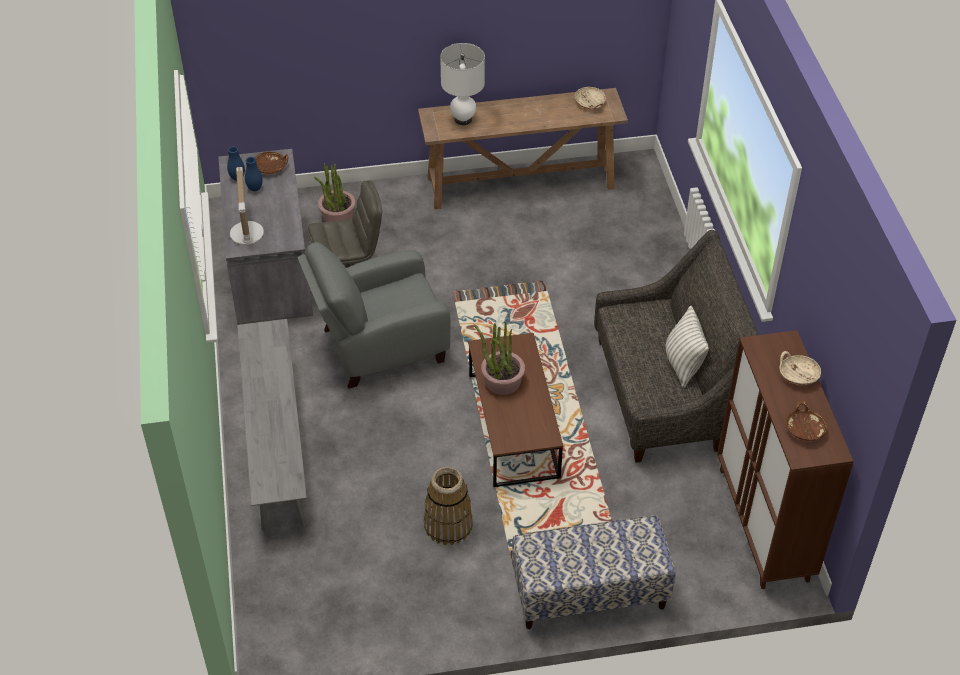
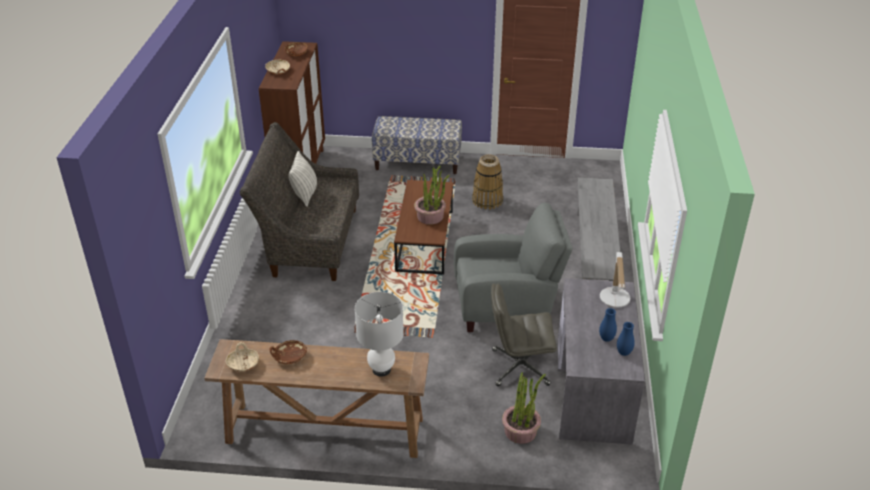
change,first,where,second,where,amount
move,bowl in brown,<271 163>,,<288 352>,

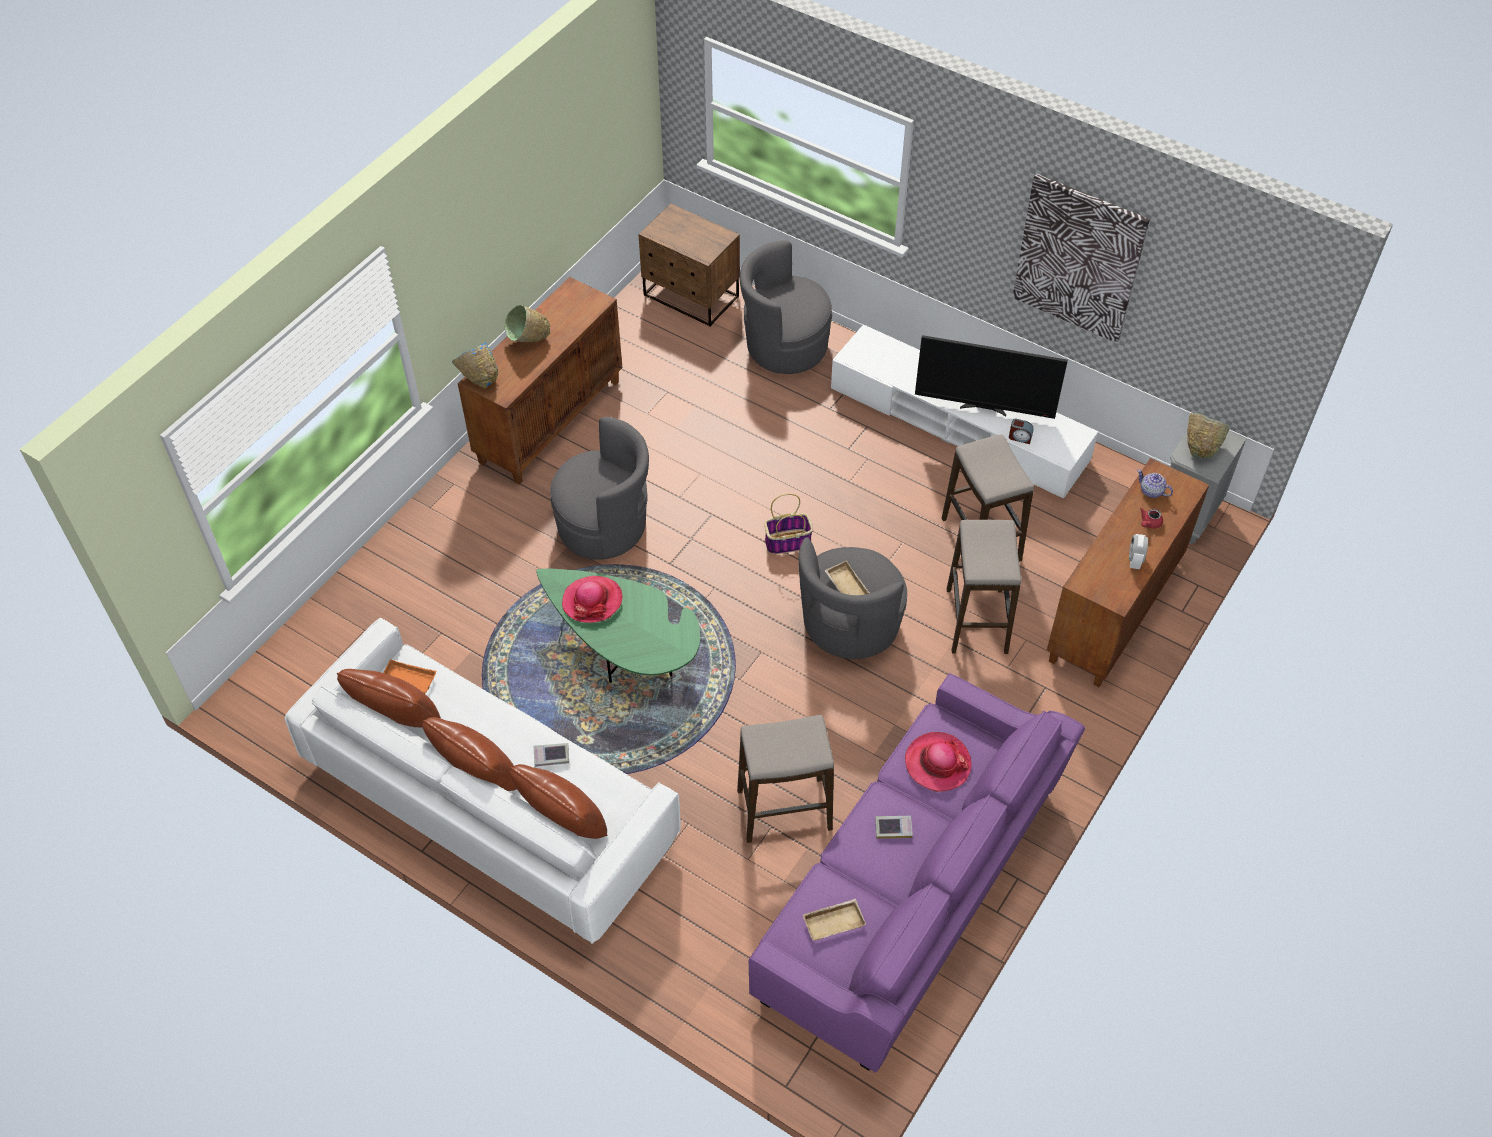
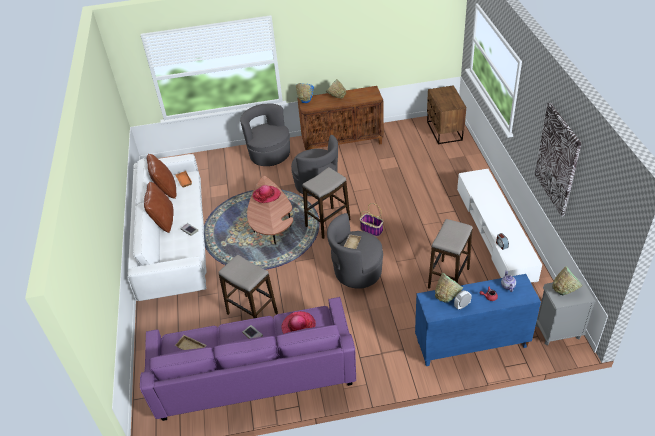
change,first,where,second,where,amount
move,armchair in grey,<786 307>,,<265 135>,
recolor,coffee table in green,<618 626>,coffee table in brown,<270 210>,
move,stool,<984 587>,,<326 203>,
recolor,cabinet in brown,<1128 572>,cabinet in blue,<478 320>,
insert,,,bowl in green,<449 288>,
delete,pillow in brown,<559 801>,,,
delete,television,<991 377>,,,

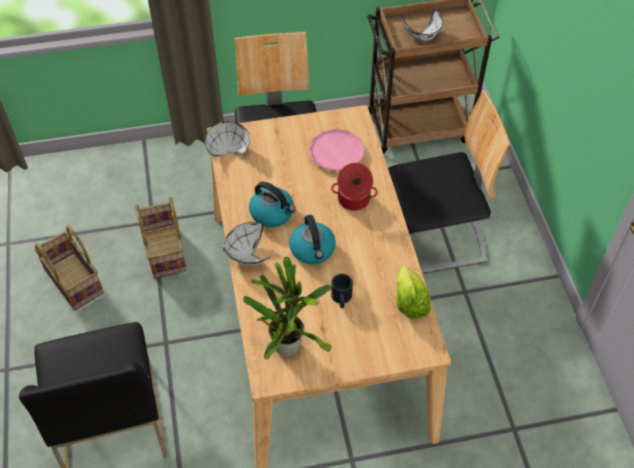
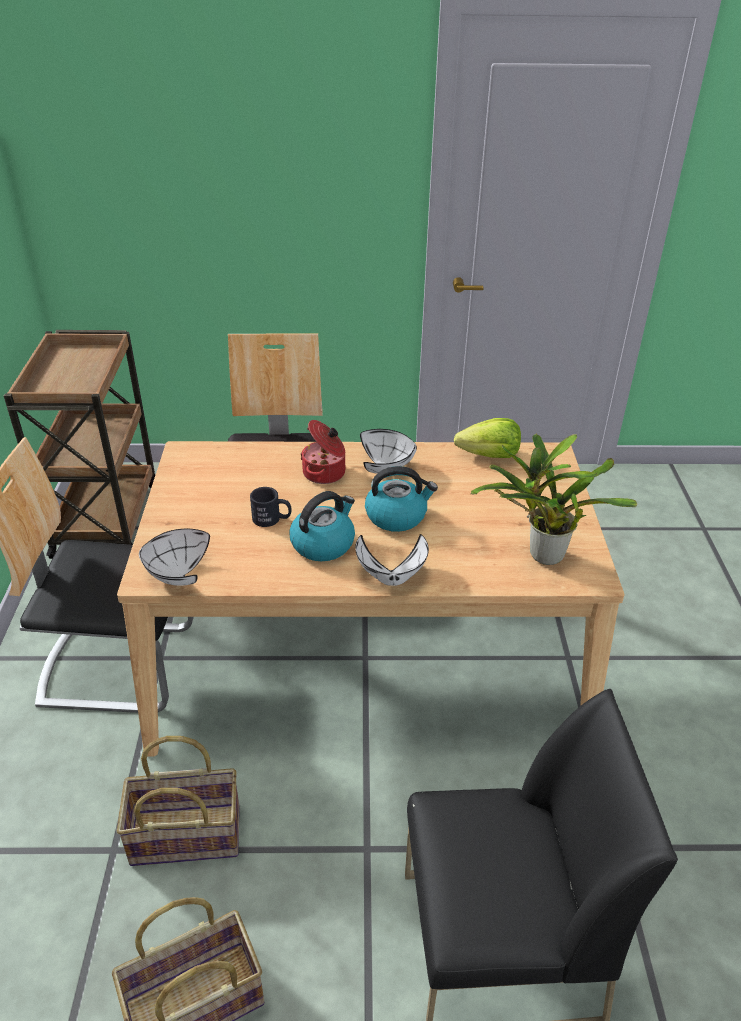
change,first,where,second,where,amount
move,mug in black,<342 291>,,<270 507>,
move,bowl in white,<422 25>,,<388 451>,
delete,plate in pink,<337 150>,,,

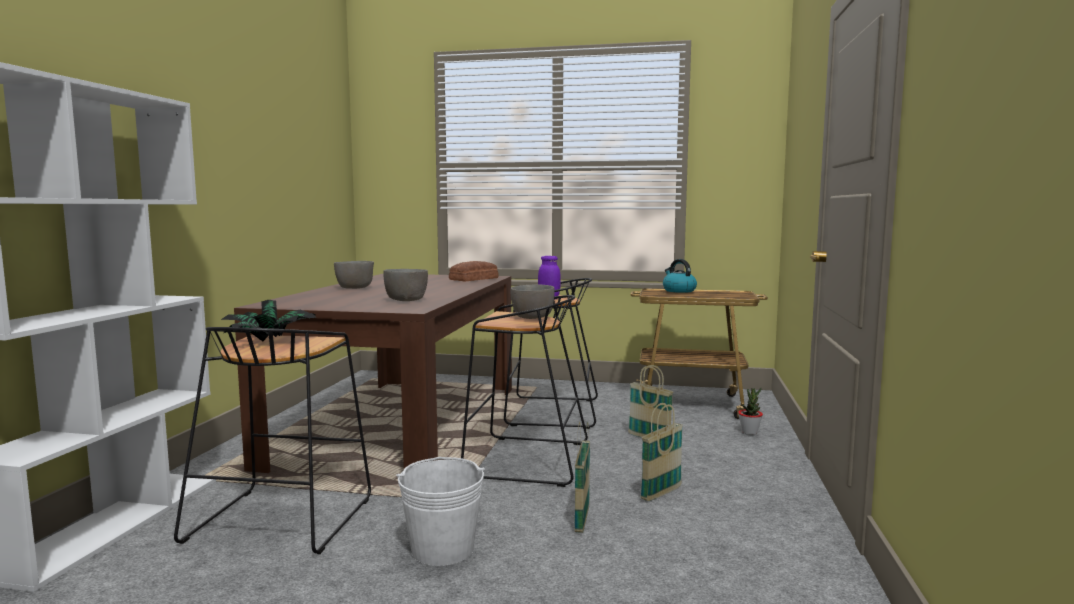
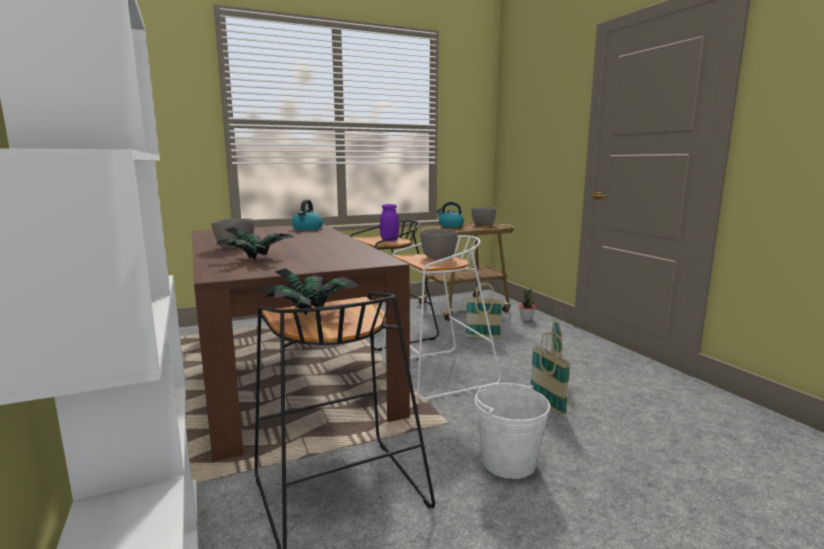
change,first,where,second,where,amount
insert,,,potted plant,<255 243>,
replace,bread,<474 271>,kettle,<307 215>,
recolor,stool in black,<524 391>,stool in white,<441 318>,
move,bowl in grey,<405 285>,,<484 216>,

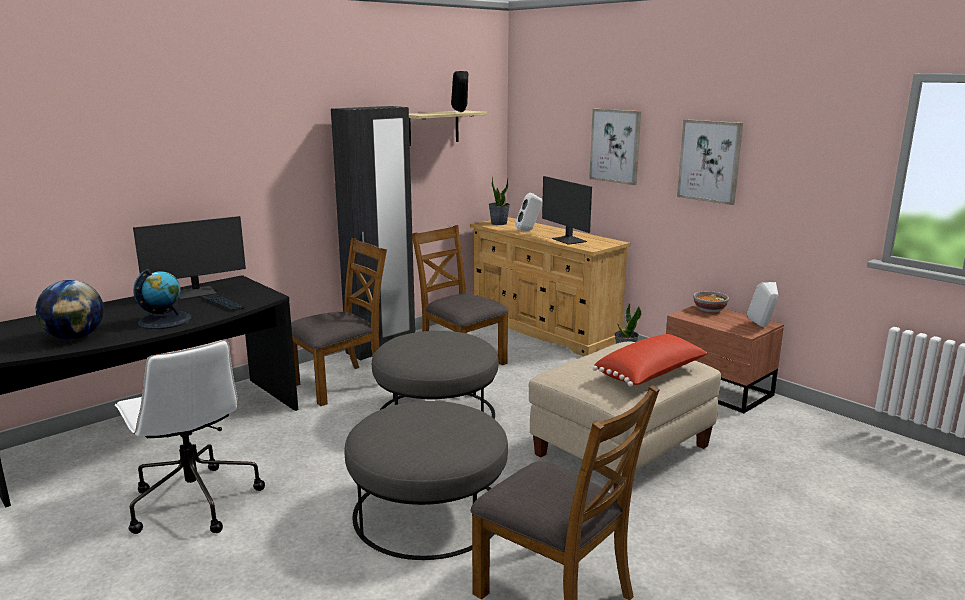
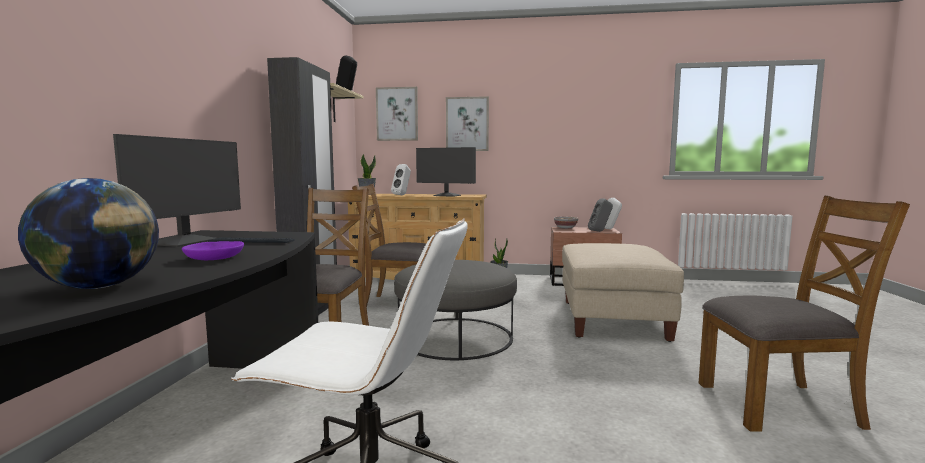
change,first,where,second,where,amount
replace,globe,<162 299>,bowl in purple,<213 250>,
move,picture,<710 162>,,<397 114>,
insert,,,speaker in grey,<600 215>,
delete,ottoman in grey,<426 480>,,,
delete,pillow in red,<650 360>,,,

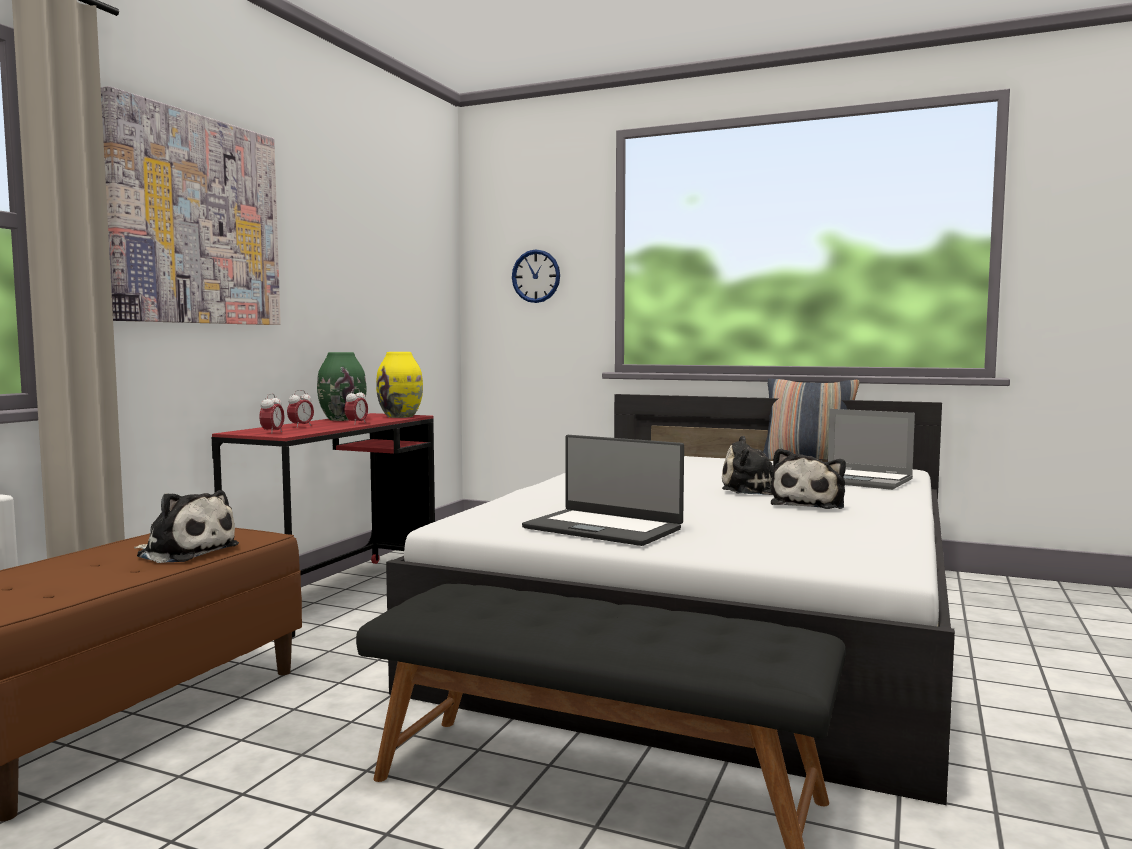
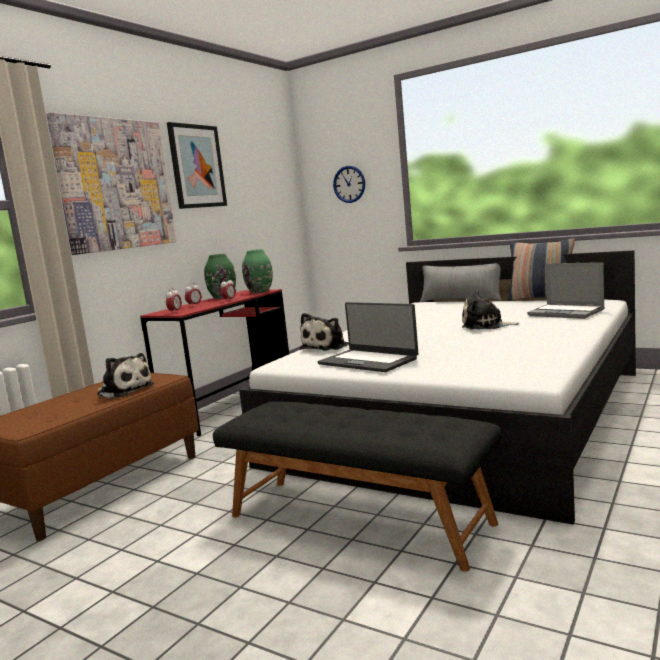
change,first,where,second,where,amount
insert,,,picture,<197 165>,
recolor,vase in yellow,<399 385>,vase in green,<257 271>,
move,plush toy,<808 478>,,<324 332>,
insert,,,pillow in grey,<460 282>,

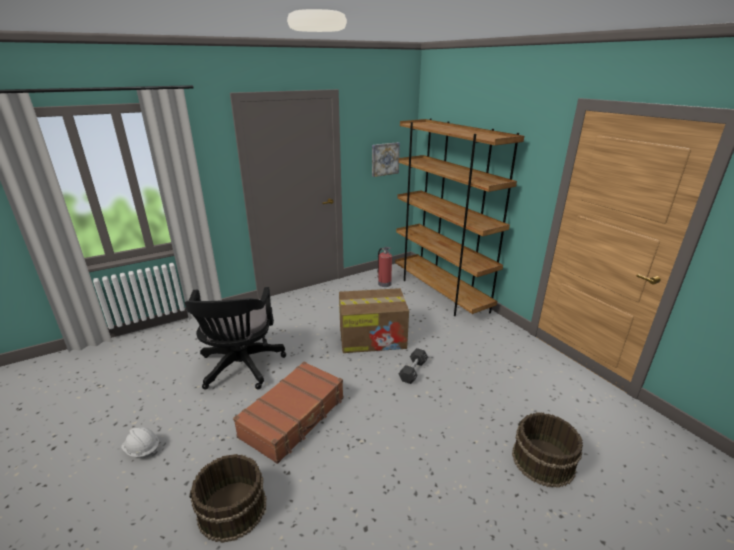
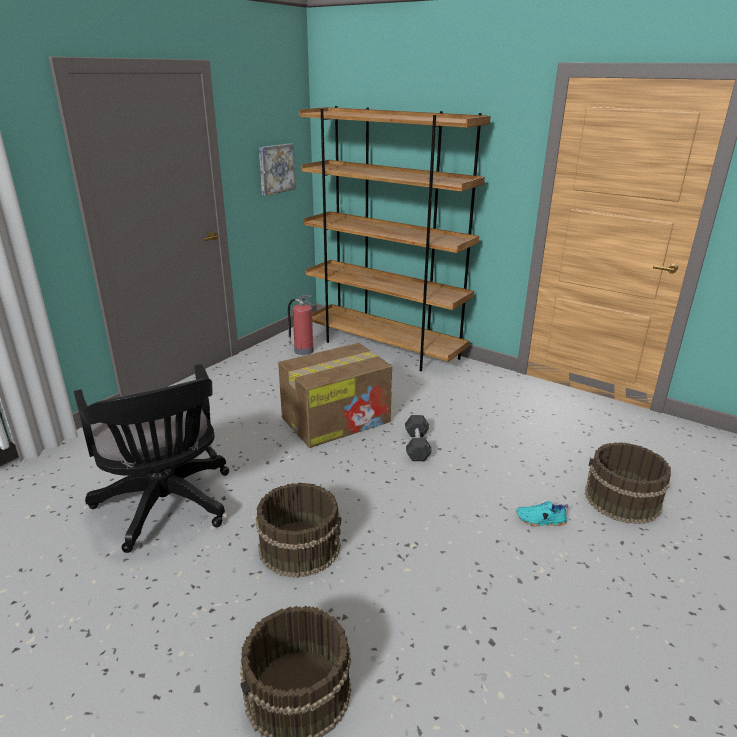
change,first,where,second,where,amount
replace,suitcase in brown,<288 412>,bucket in brown,<298 530>,
insert,,,shoe in turquoise,<542 513>,
delete,hard hat in white,<140 442>,,,

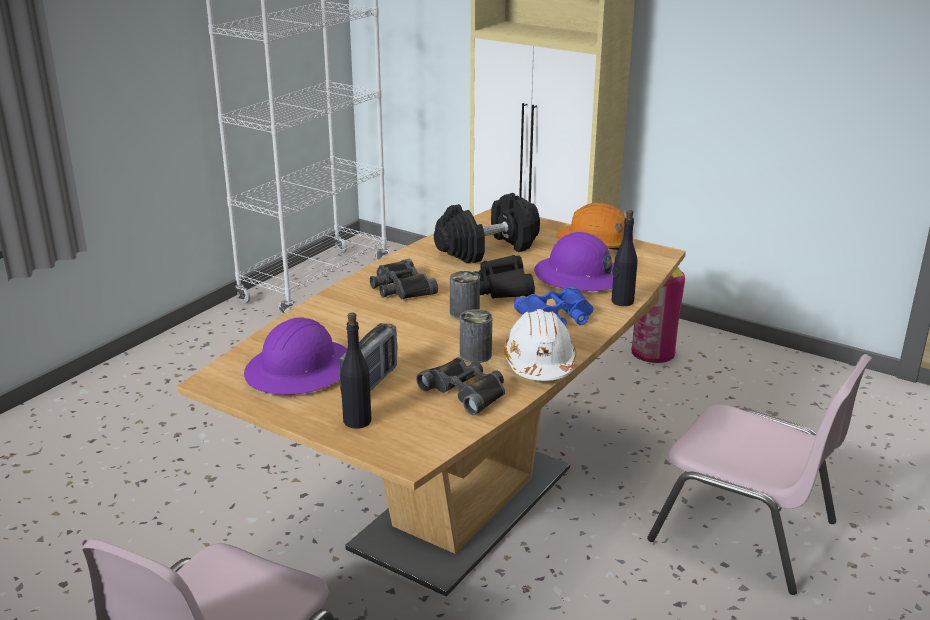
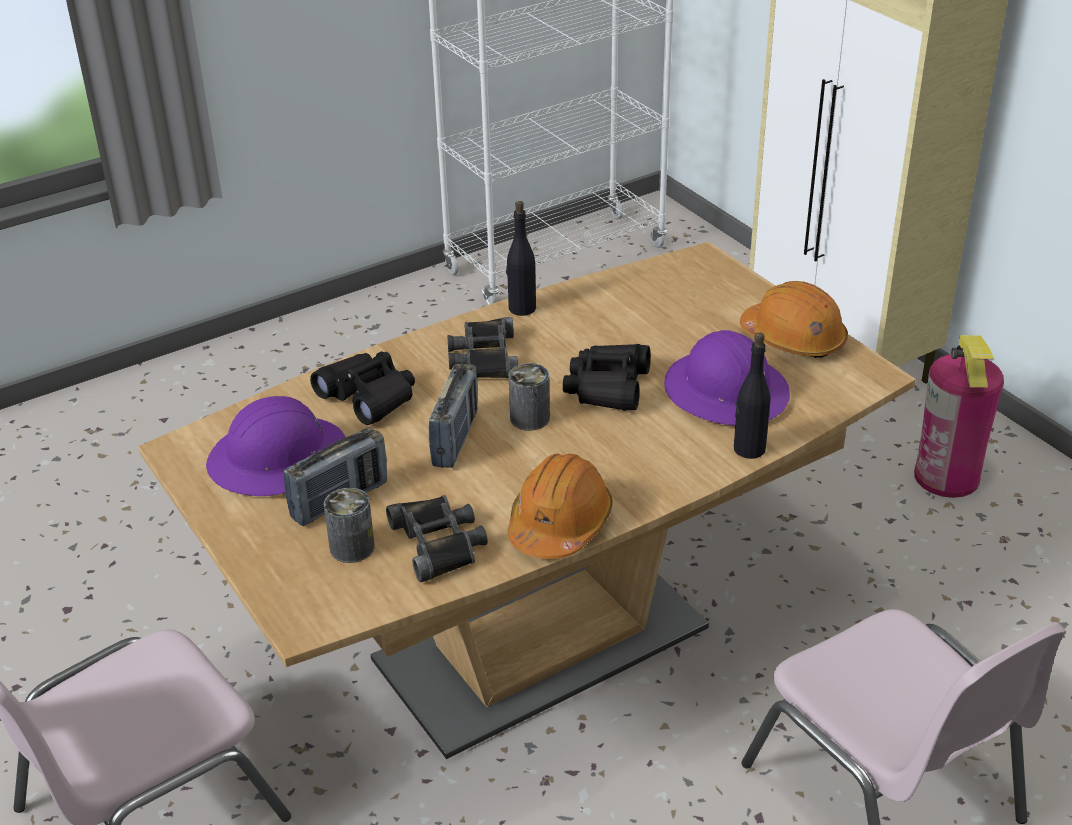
change,first,where,second,where,amount
insert,,,binoculars in black,<362 388>,
move,can,<476 336>,,<349 525>,
insert,,,radio,<453 416>,
move,bottle in black,<355 370>,,<521 258>,
recolor,hard hat in white,<540 345>,hard hat in orange,<560 506>,
delete,dumbbell in black,<487 228>,,,
delete,binoculars in blue,<554 306>,,,

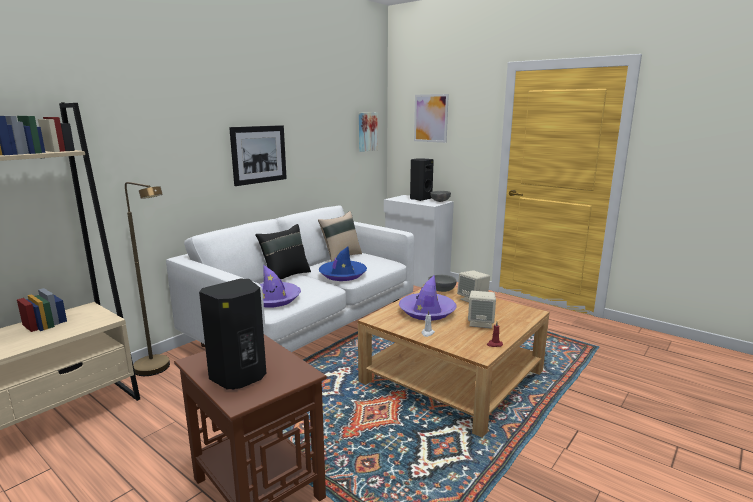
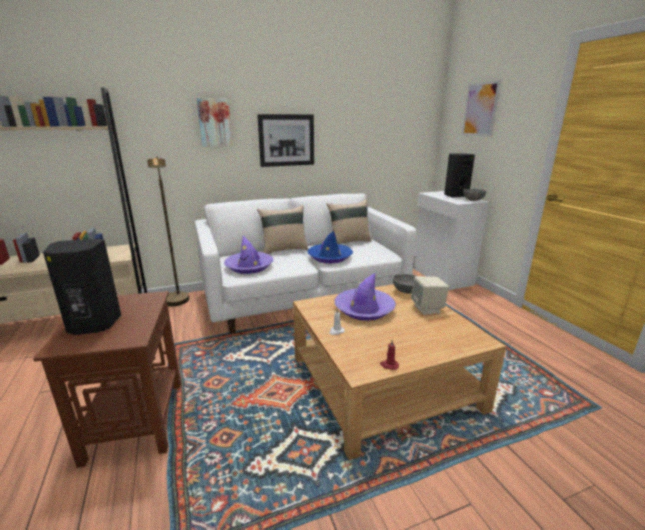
change,first,where,second,where,amount
move,picture,<368 132>,,<214 122>,
recolor,pillow in black,<283 251>,pillow in beige,<282 229>,
delete,speaker in beige,<482 309>,,,

